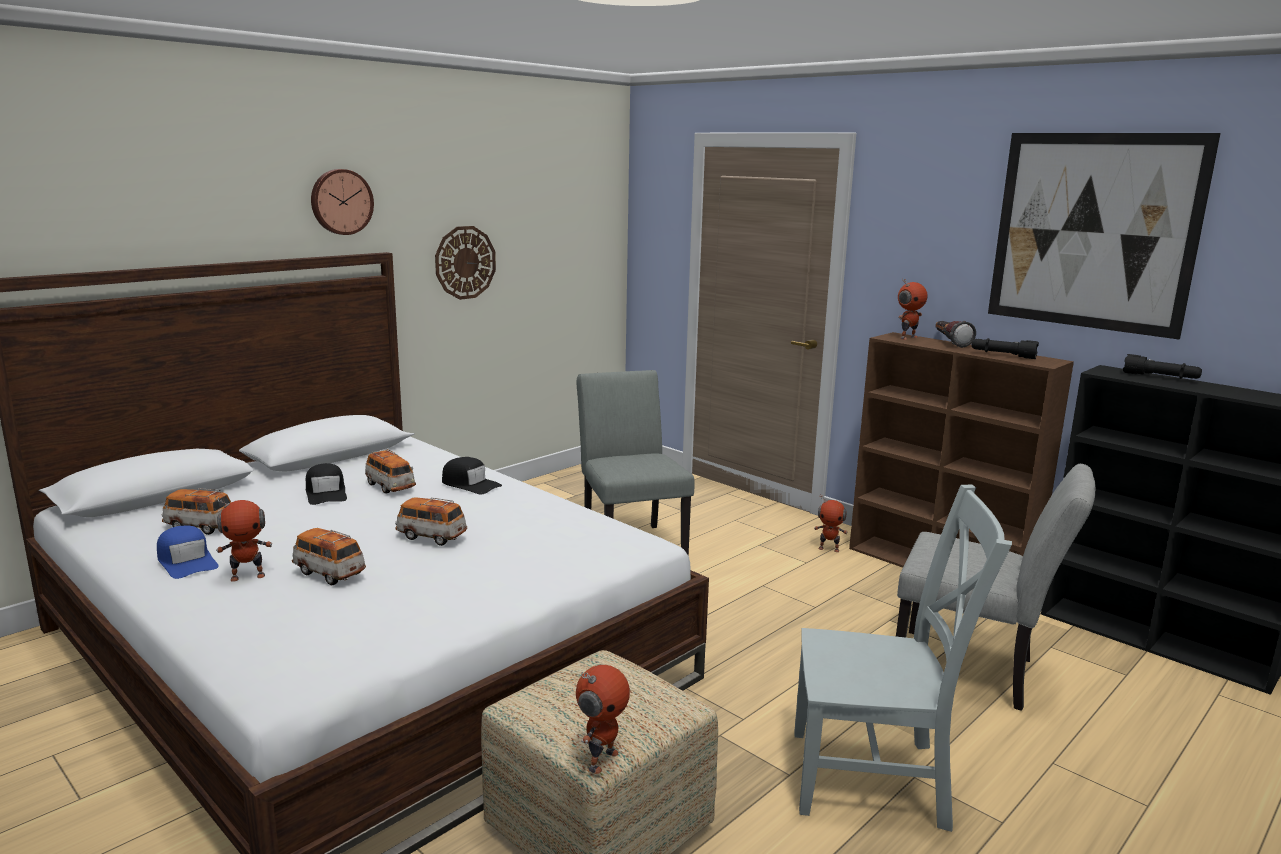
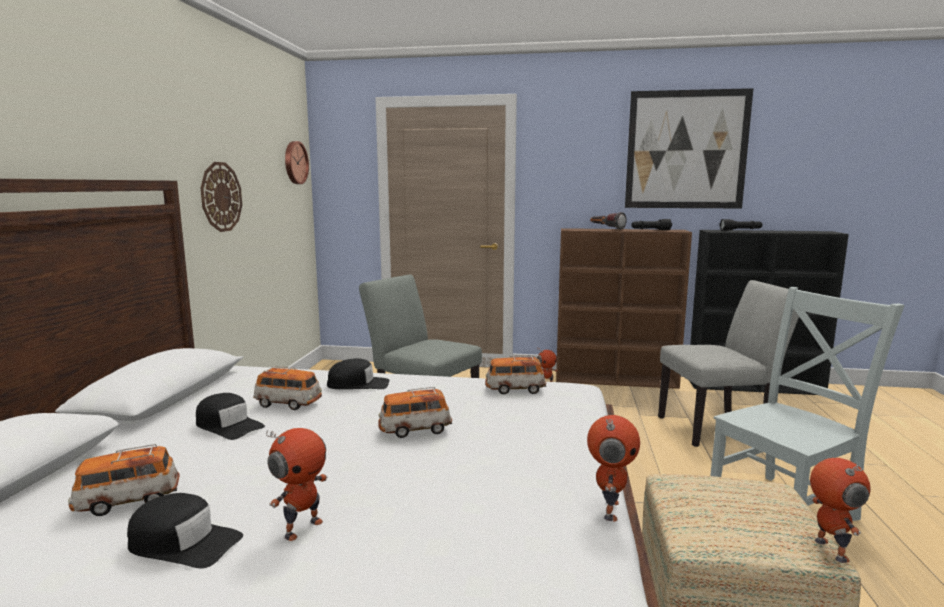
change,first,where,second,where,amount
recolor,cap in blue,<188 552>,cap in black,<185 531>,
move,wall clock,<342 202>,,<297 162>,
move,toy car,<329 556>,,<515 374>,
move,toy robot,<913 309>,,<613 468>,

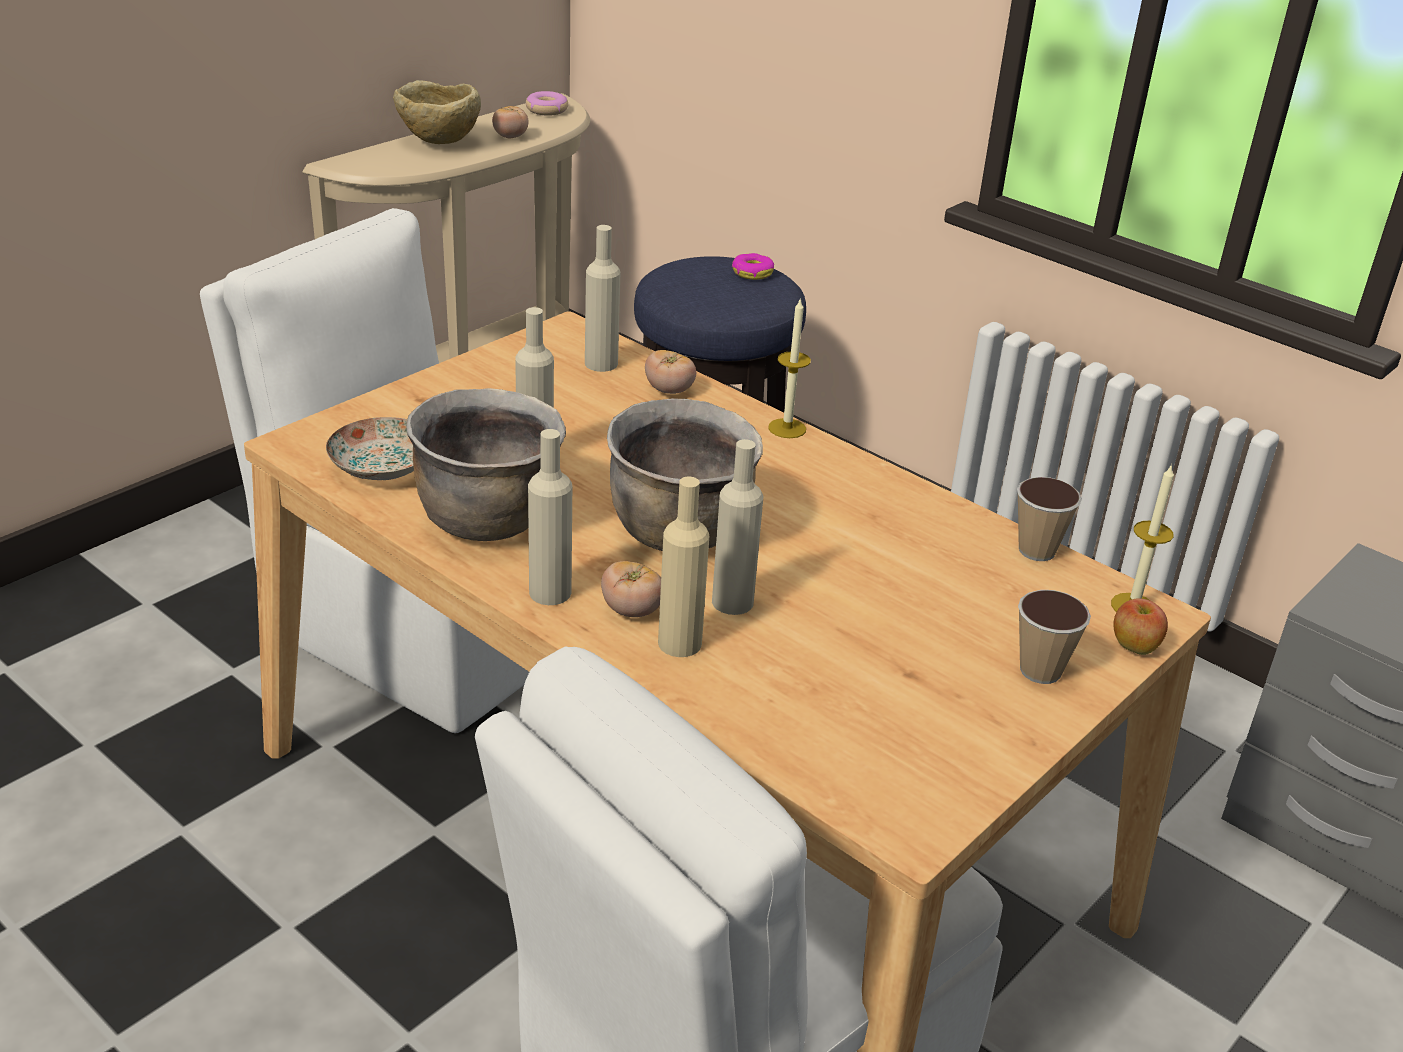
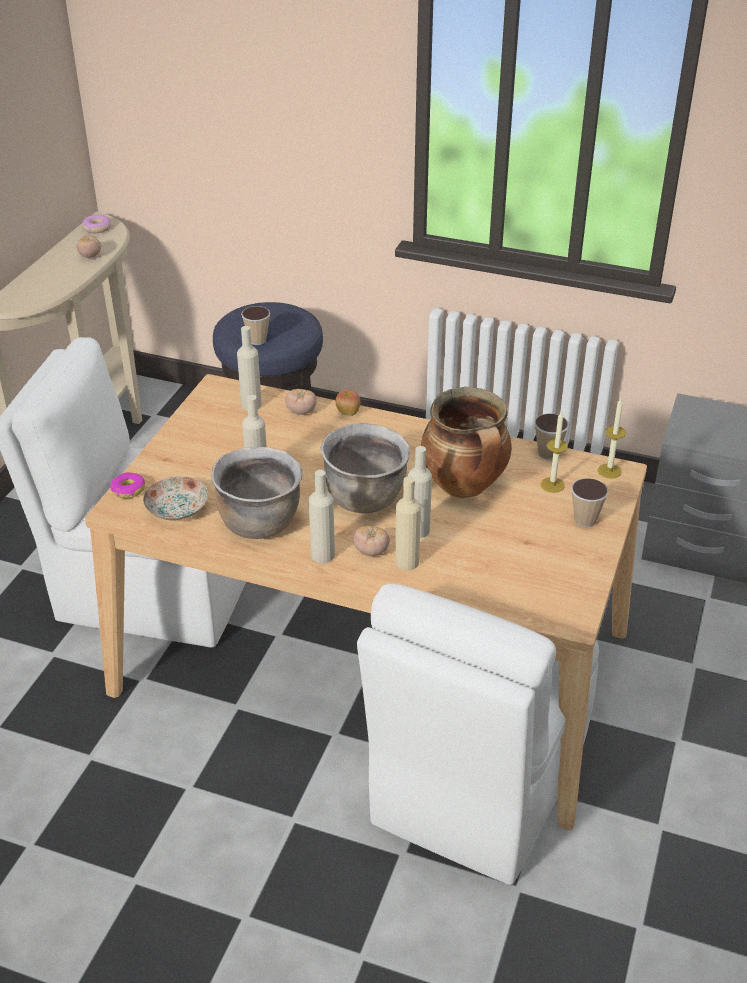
change,first,where,second,where,amount
move,donut,<753 266>,,<127 485>,
insert,,,cup,<255 325>,
move,apple,<1140 627>,,<347 402>,
insert,,,cooking pot,<466 442>,
move,candle,<789 368>,,<554 452>,
delete,bowl in beige,<437 112>,,,

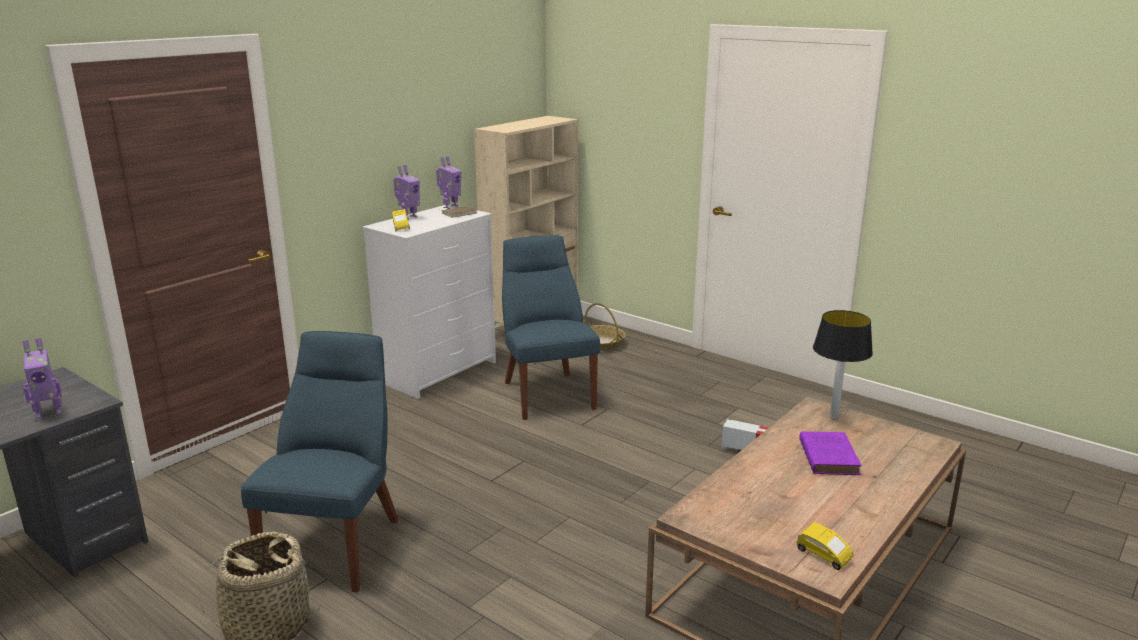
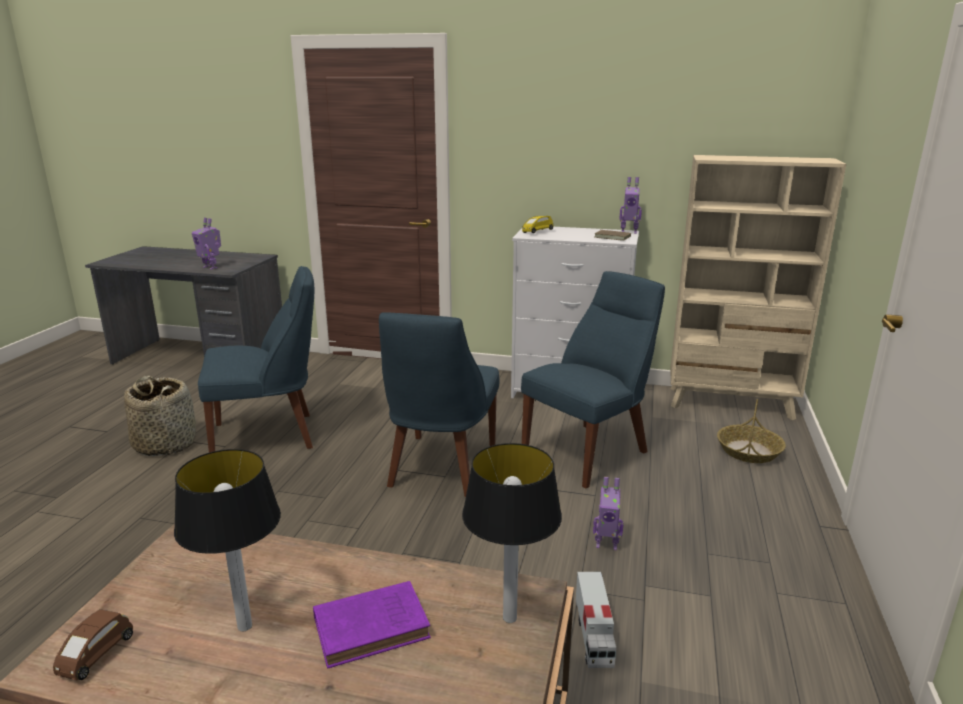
change,first,where,second,where,amount
recolor,toy car in yellow,<825 546>,toy car in brown,<93 644>,
insert,,,table lamp,<227 540>,
insert,,,chair in blue,<439 404>,
move,toy robot,<406 192>,,<608 513>,

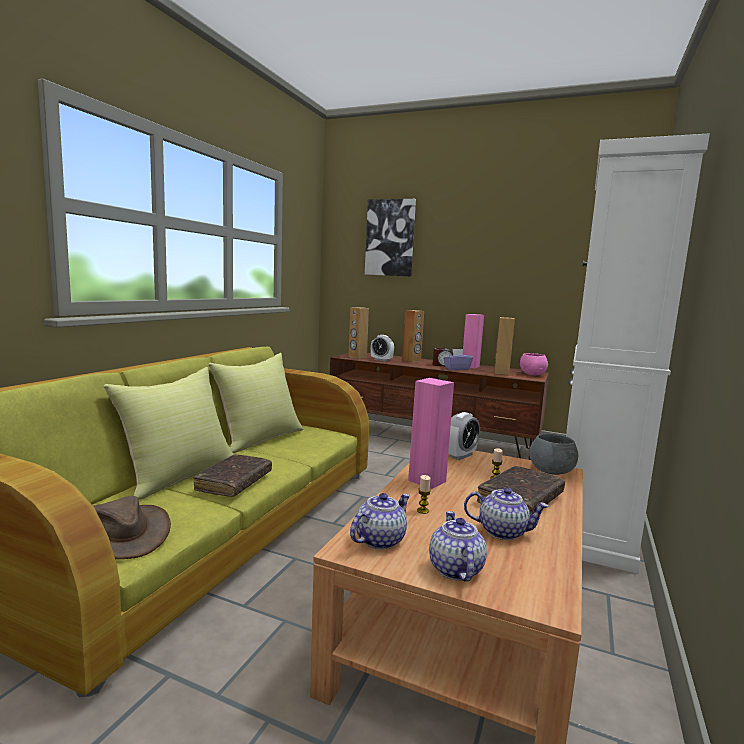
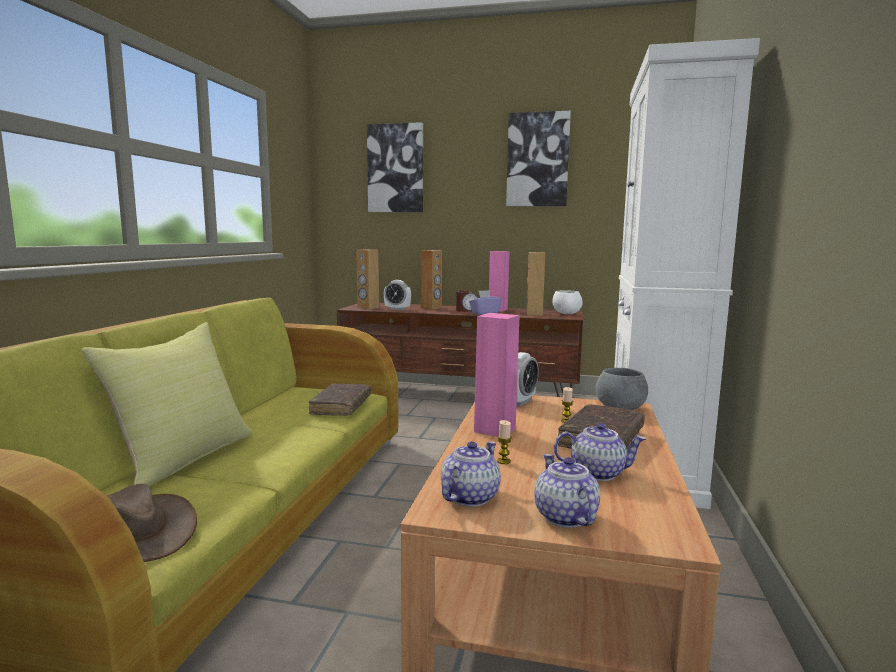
change,first,where,second,where,amount
move,book in brown,<232 475>,,<339 399>,
insert,,,picture,<538 158>,
recolor,bowl in pink,<534 364>,bowl in white,<567 302>,
delete,pillow in yellow,<255 403>,,,

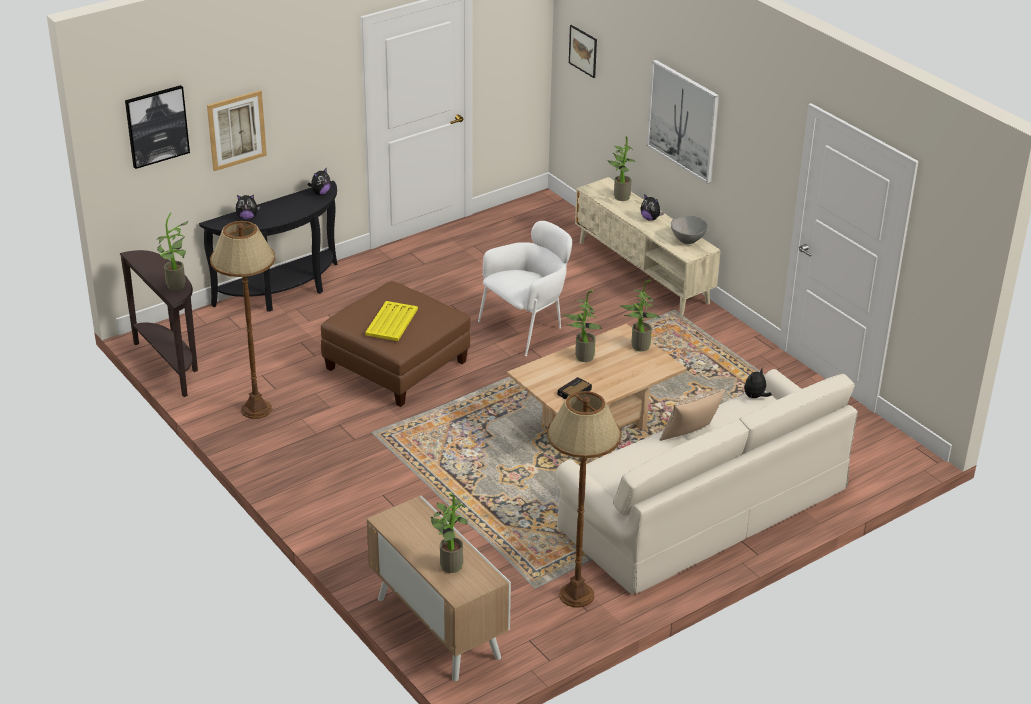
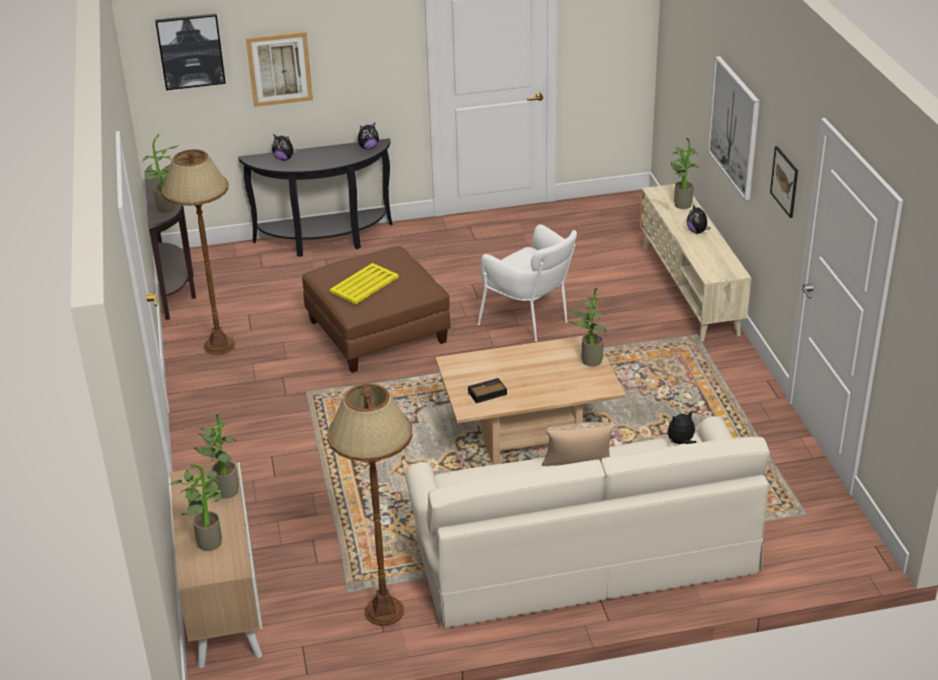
change,first,where,second,where,amount
move,potted plant,<582 326>,,<216 455>,
rotate,armchair in white,<525 288>,,<527 283>,60 degrees clockwise
move,picture,<583 51>,,<784 182>,
delete,bowl in grey,<689 230>,,,

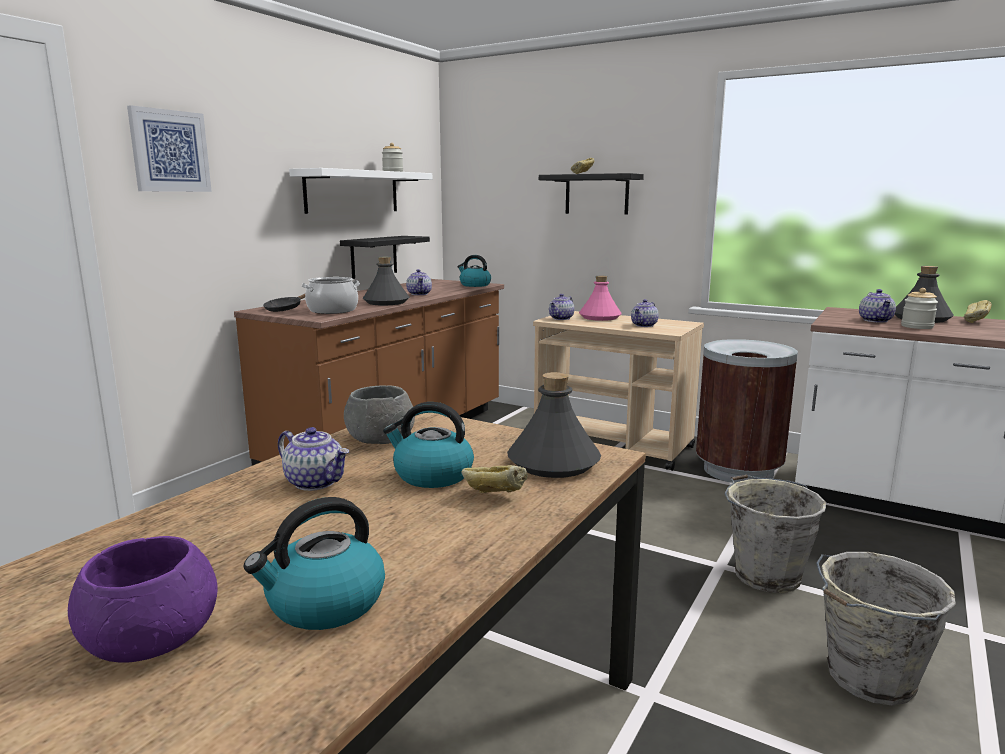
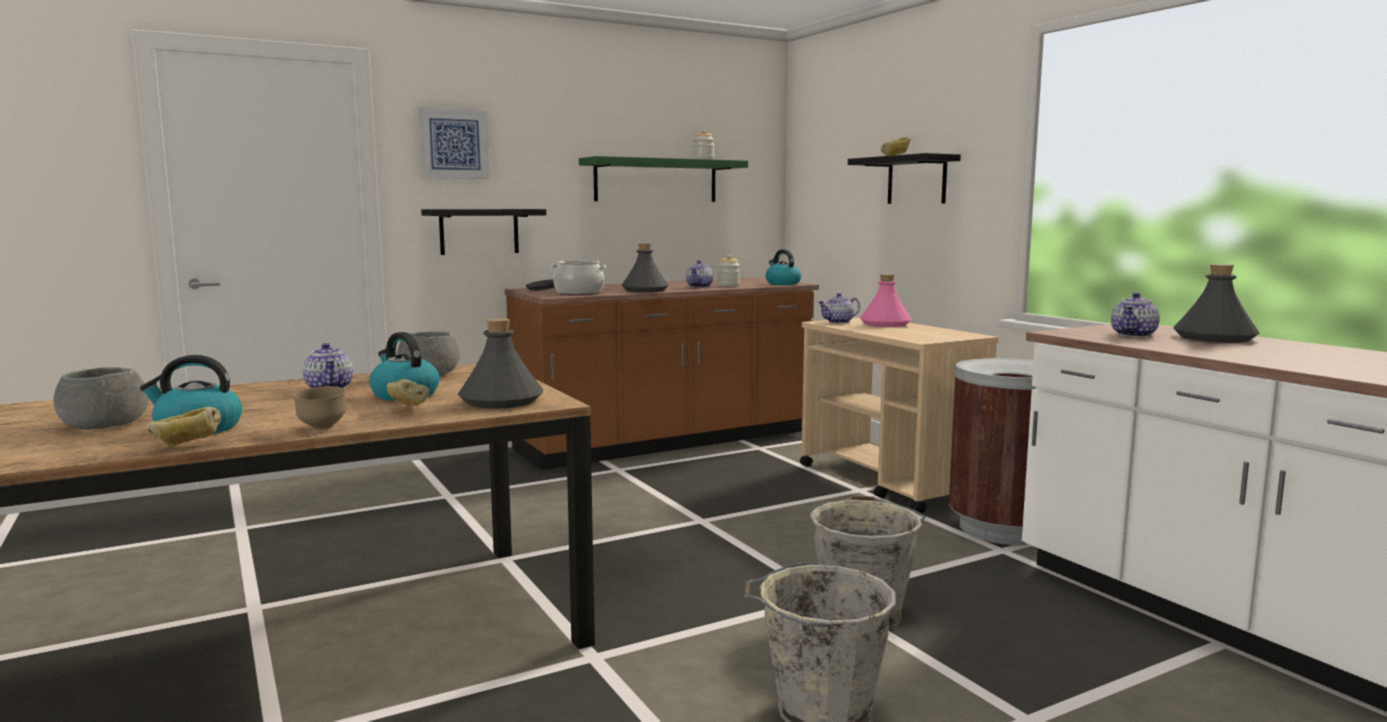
change,first,where,second,where,amount
recolor,bowl in purple,<143 599>,bowl in grey,<100 398>,
move,bread,<978 311>,,<184 427>,
insert,,,bowl in brown,<319 408>,
move,shelf in black,<385 257>,,<483 232>,
recolor,shelf in white,<360 191>,shelf in green,<663 179>,
move,jar,<919 308>,,<728 271>,
delete,teapot,<645 313>,,,

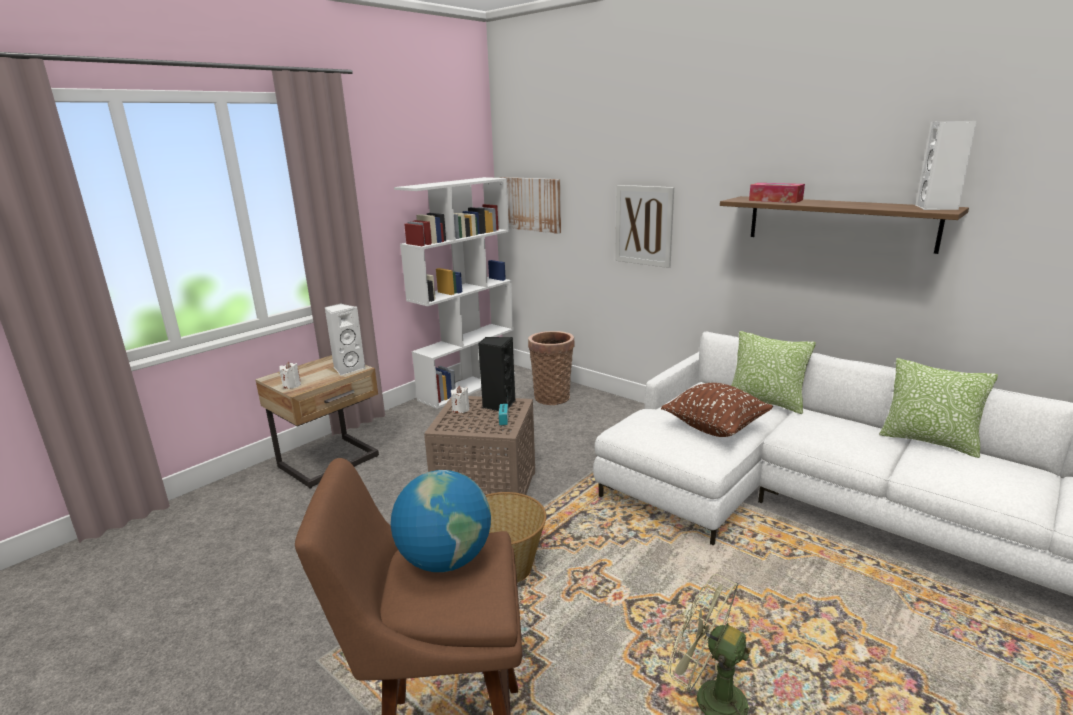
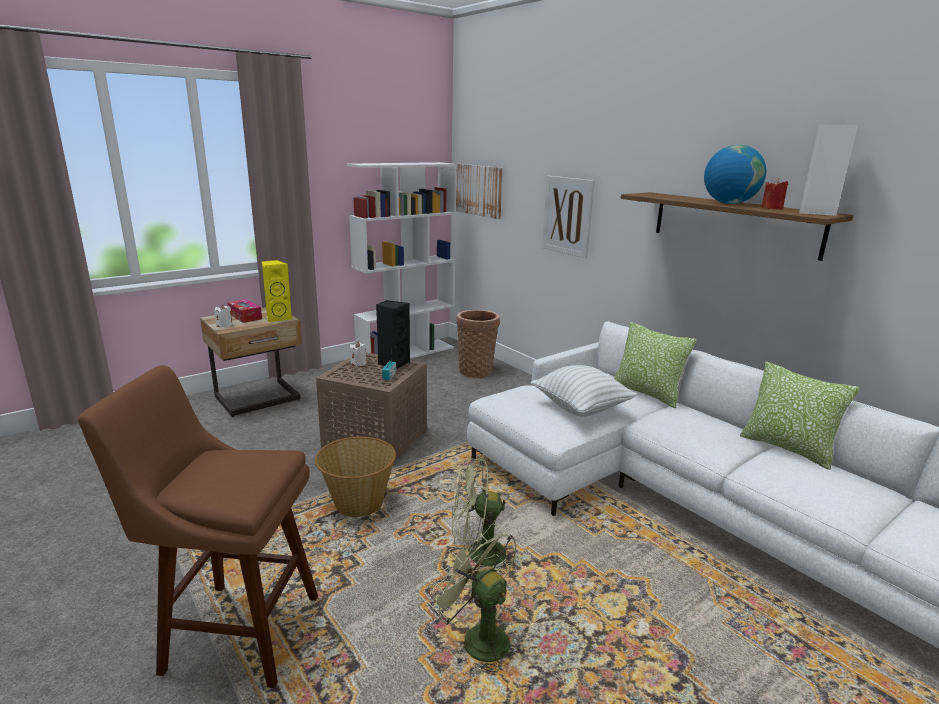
change,first,where,second,where,amount
move,tissue box,<777 193>,,<244 311>,
recolor,speaker in white,<345 339>,speaker in yellow,<277 291>,
insert,,,fan in green,<485 515>,
recolor,pillow in brown,<717 410>,pillow in white,<584 391>,
move,globe,<441 521>,,<735 174>,
insert,,,candle in red,<774 194>,

